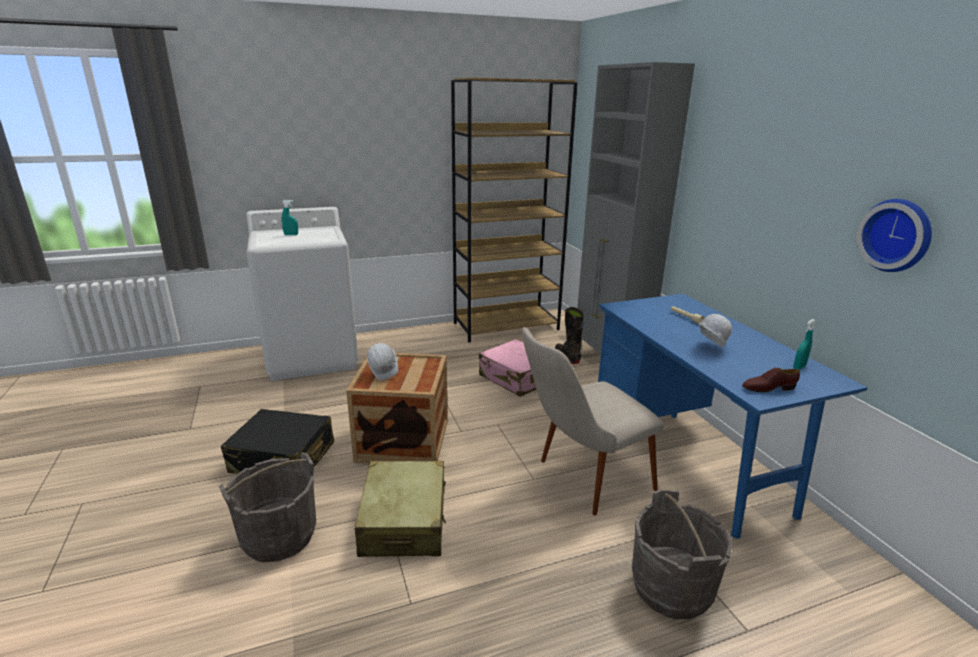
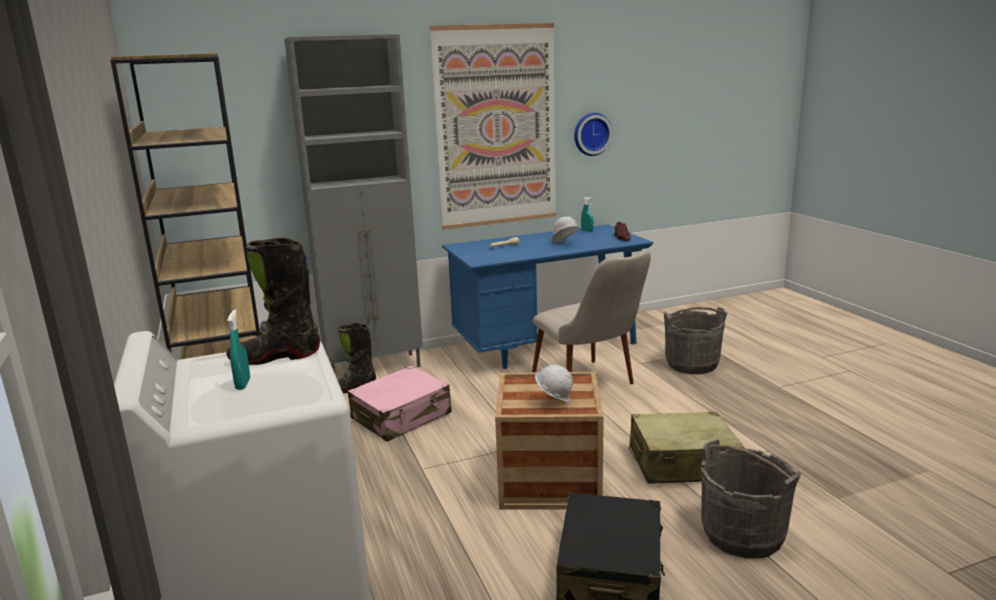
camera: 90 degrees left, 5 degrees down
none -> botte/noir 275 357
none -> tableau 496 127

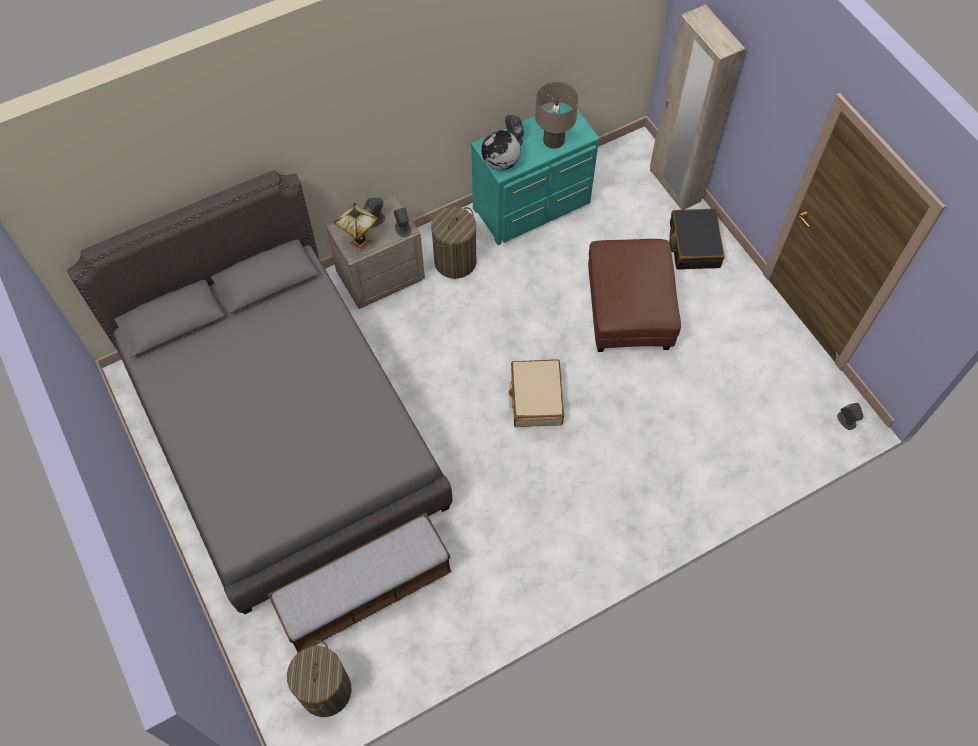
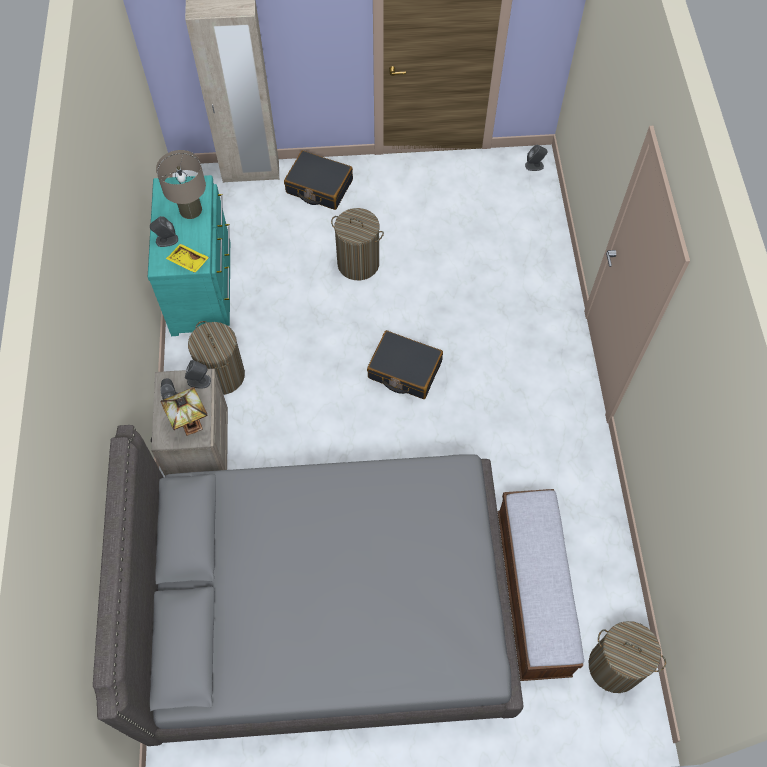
camera: 65 degrees left, 0 degrees up
globe 500 163 -> plateau/jaune 188 262
valise/beige 535 398 -> valise/noir 404 370
pouf/marron 628 313 -> panier à linge 358 263

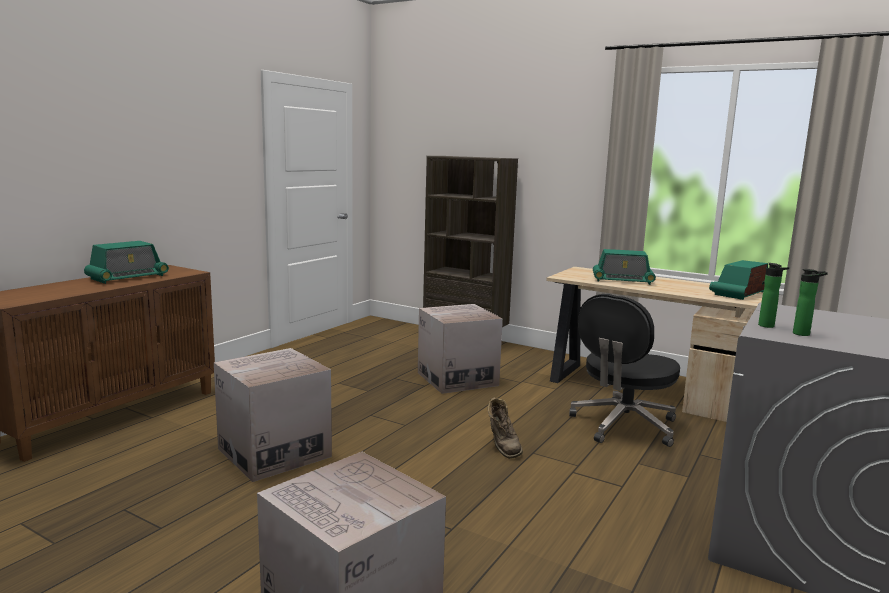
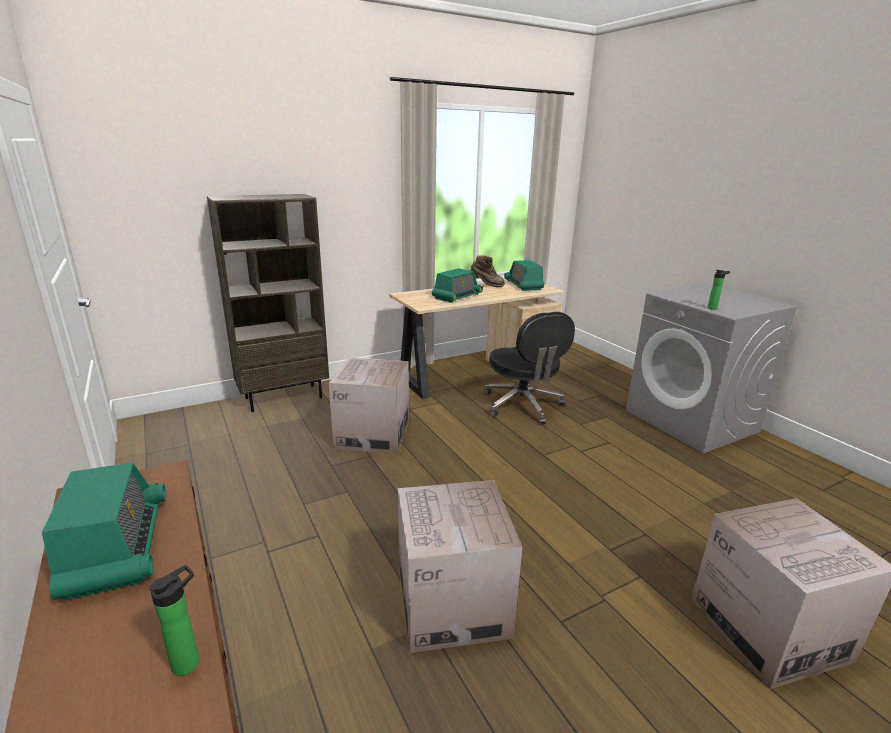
camera: 60 degrees left, 10 degrees up
botte/marron 502 447 -> botte/marron 486 285, move
bouteille 804 334 -> bouteille 190 661, move

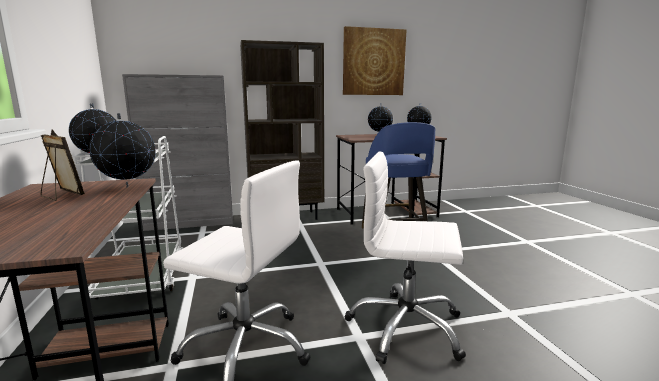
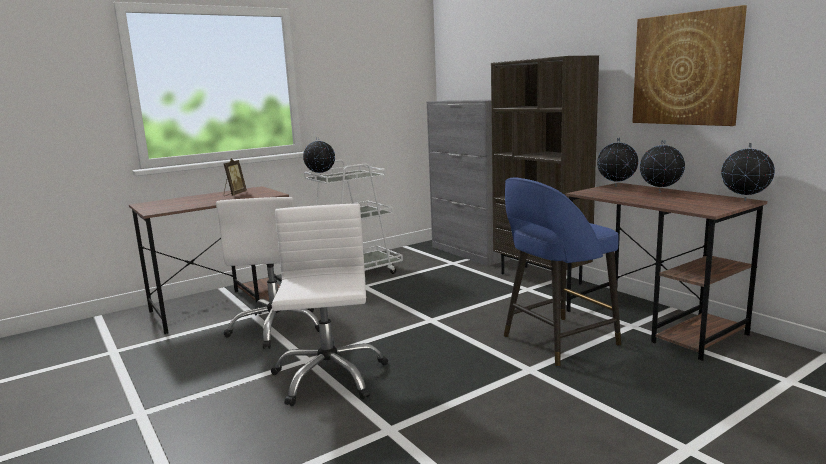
camera: 70 degrees right, 0 degrees up
globe 128 187 -> globe 616 186, move

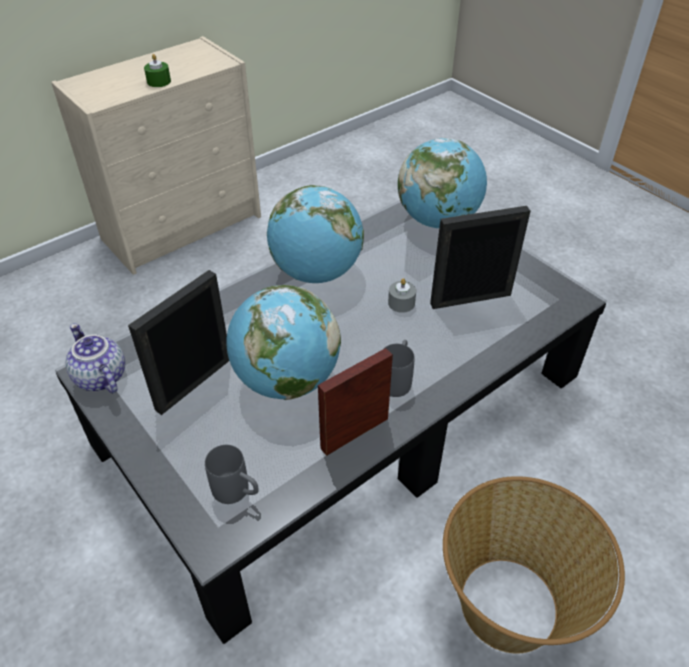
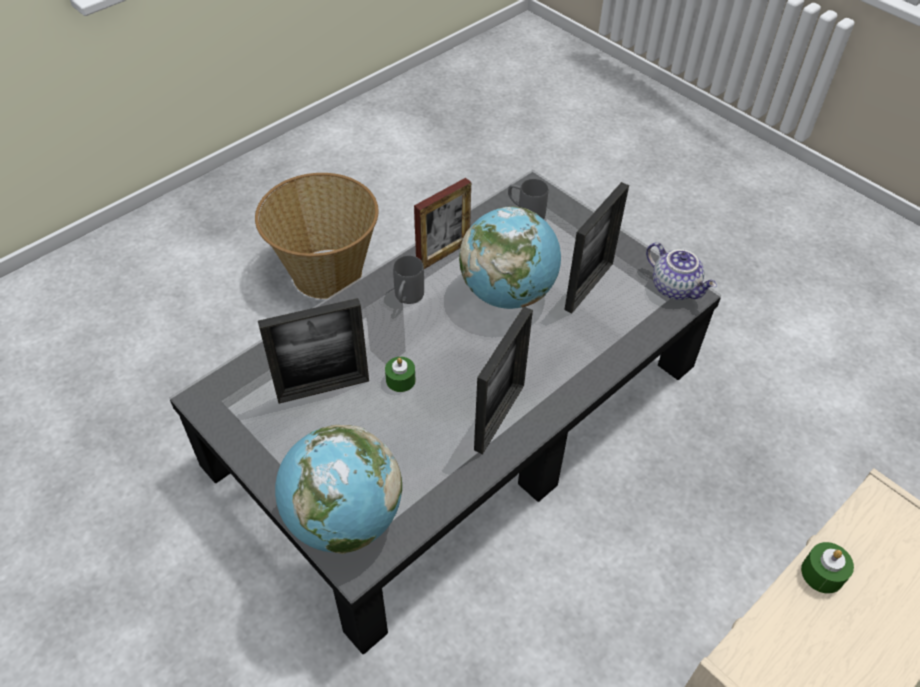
camera: 175 degrees right, 5 degrees up
globe 316 273 -> cadre photo 499 417
bougie/gris 401 303 -> bougie/vert 400 380

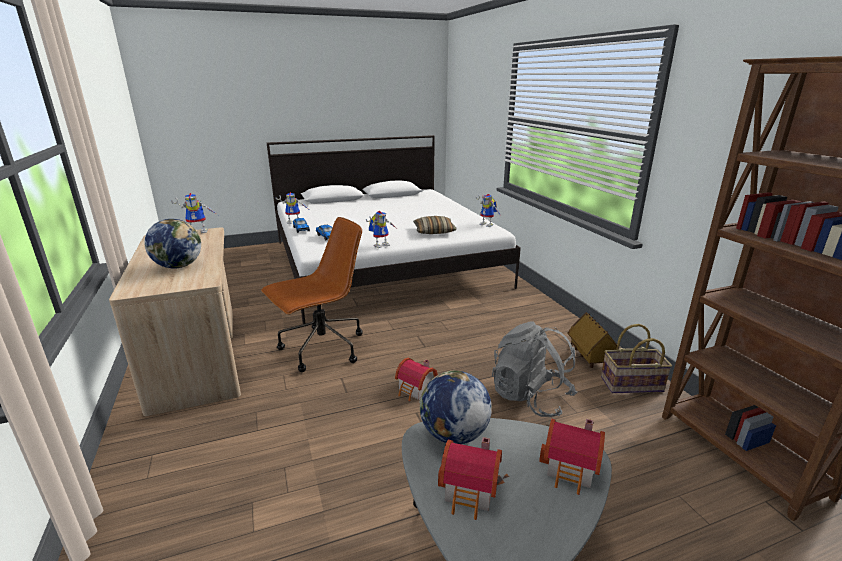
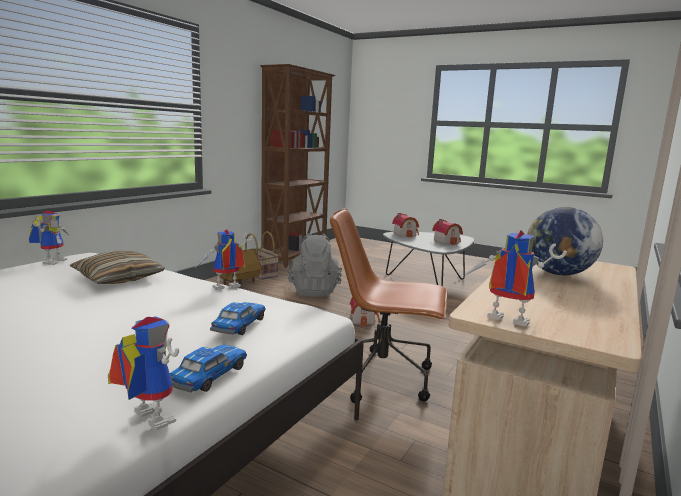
camera: 130 degrees left, 10 degrees down
robot jouet 381 245 -> robot jouet 225 288, 45 degrees counterclockwise
globe 453 434 -> none

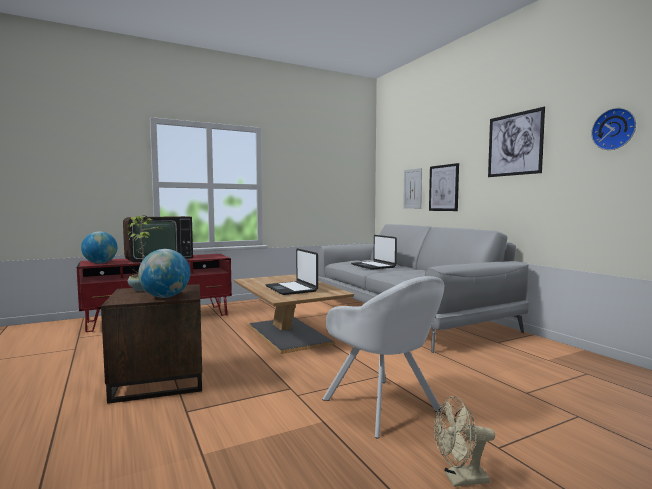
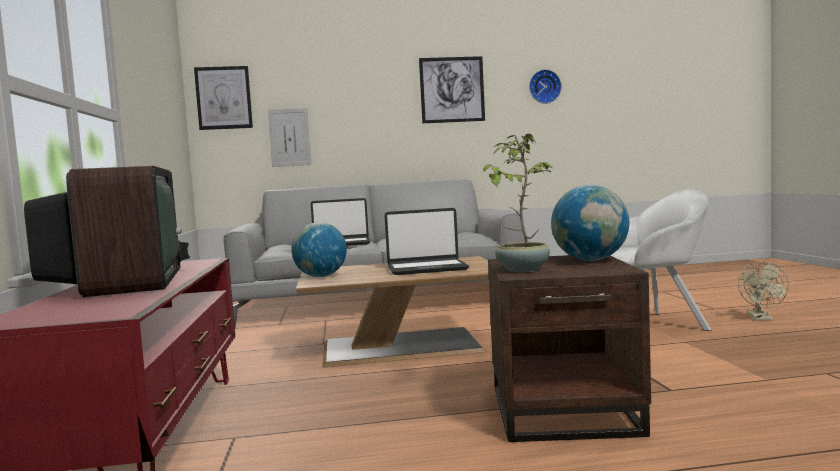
camera: 70 degrees left, 0 degrees up
globe 100 263 -> globe 321 276, move
tableau 444 188 -> tableau 223 98, move

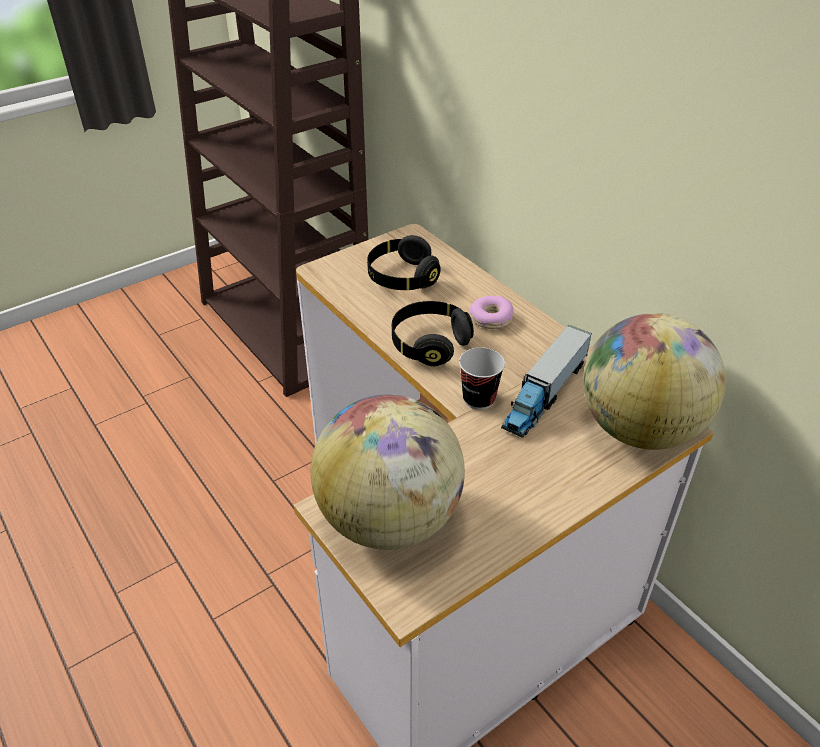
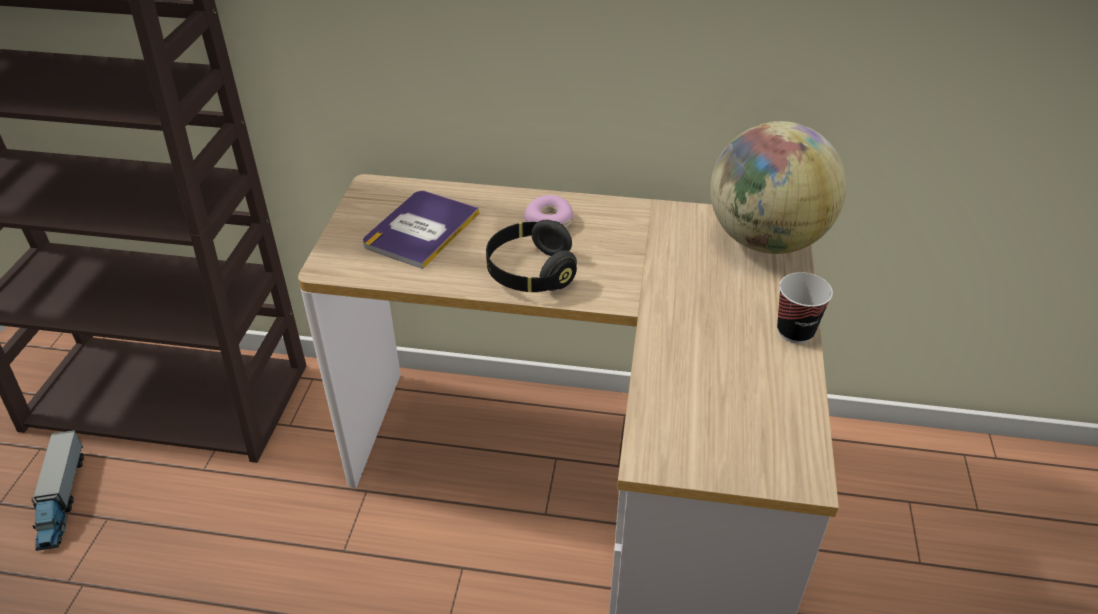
camera: 45 degrees left, 0 degrees up
globe 389 519 -> none
casque audio/noir 402 278 -> livre 421 229
tasse 479 399 -> tasse 795 331, move
camion jouet 545 394 -> camion jouet 62 499, move

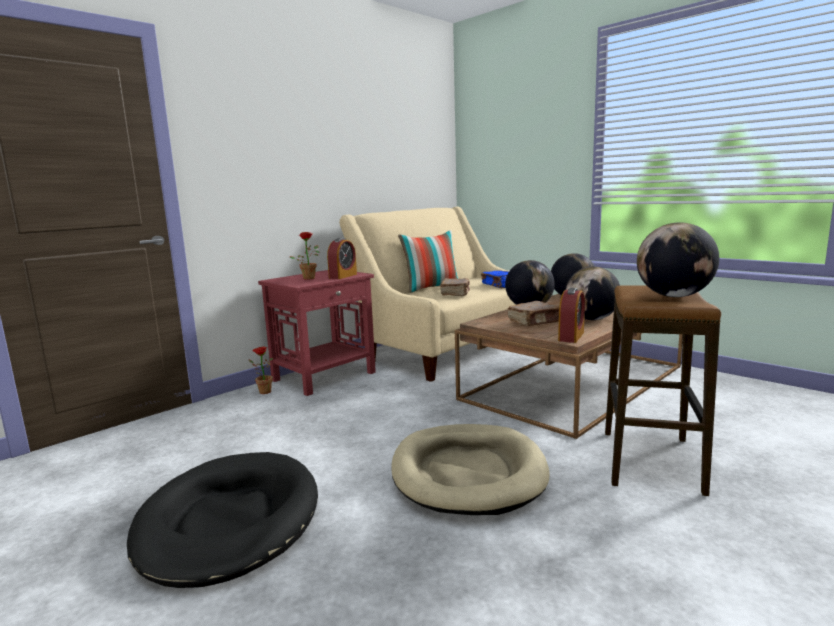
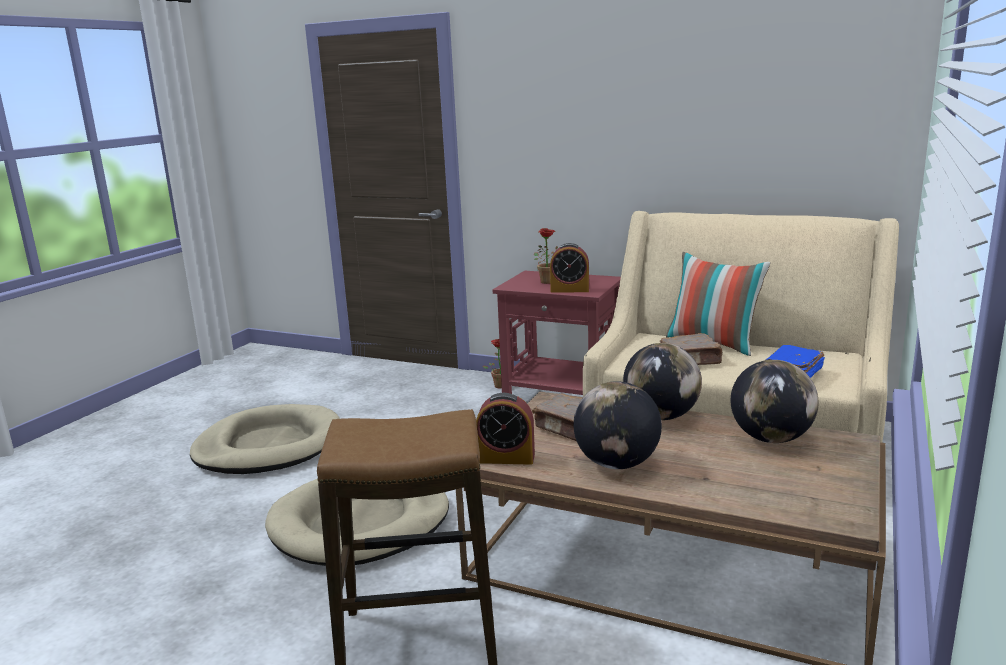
camera: 70 degrees right, 5 degrees up
panier pour chien/noir 229 521 -> panier pour chien/beige 269 446
globe 673 296 -> none

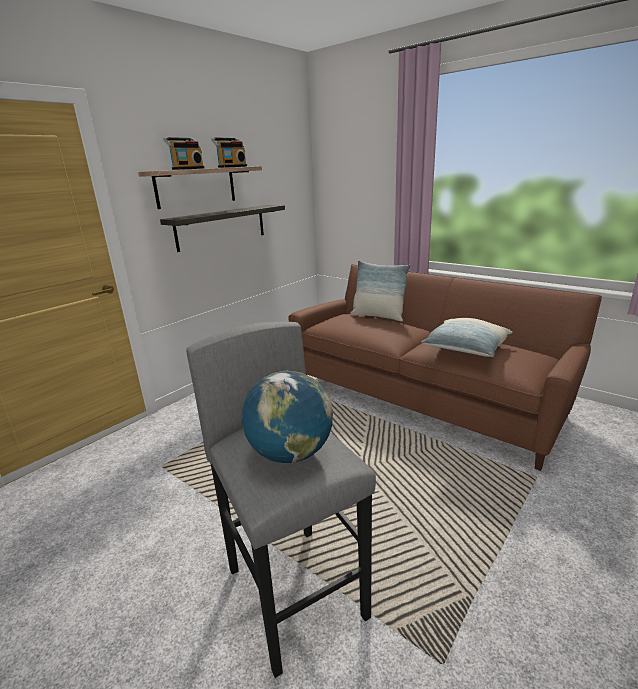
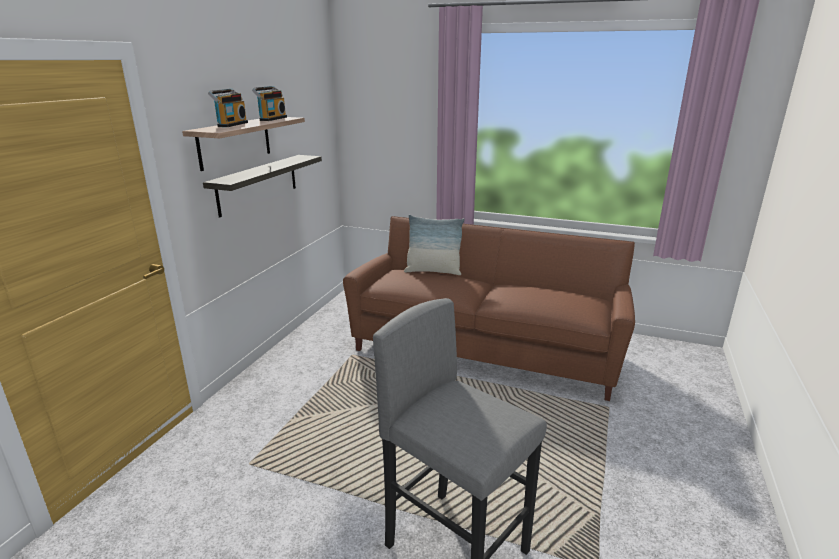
camera: 20 degrees left, 0 degrees up
globe 290 453 -> none
coussin 466 349 -> none

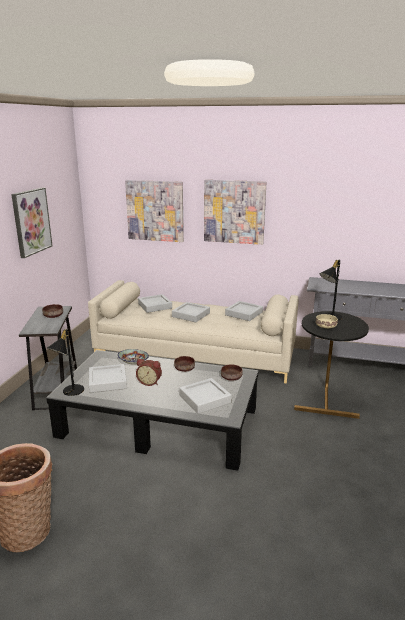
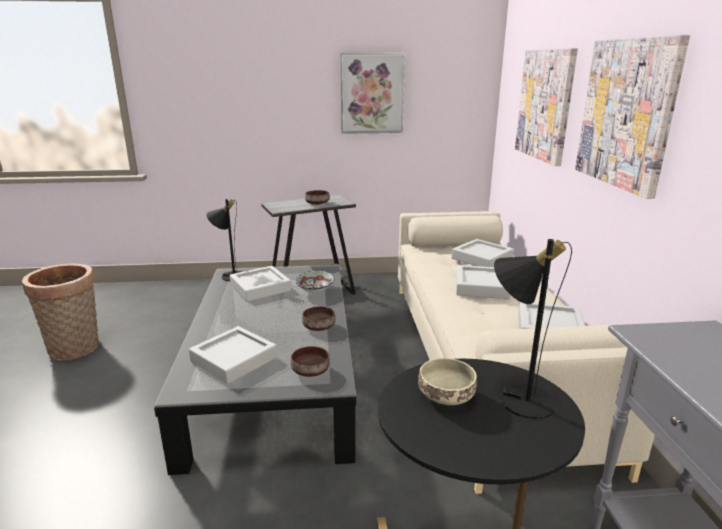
camera: 70 degrees right, 0 degrees up
réveil 149 382 -> none

